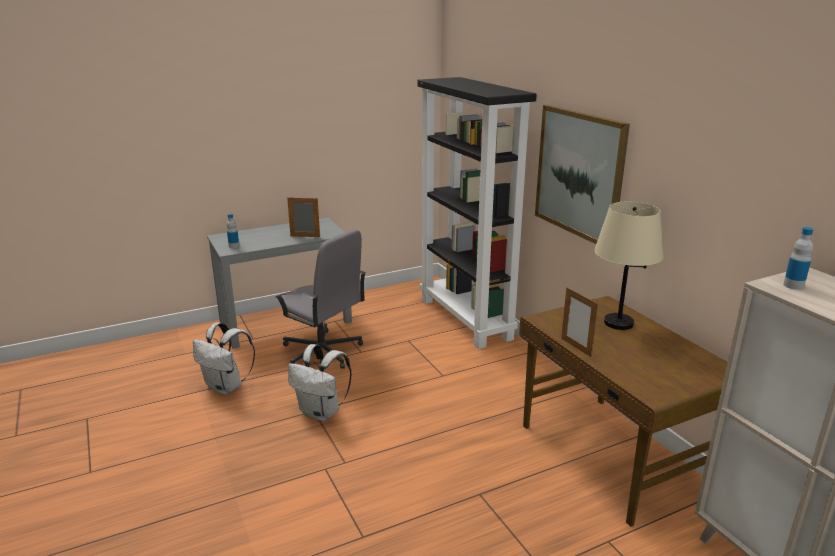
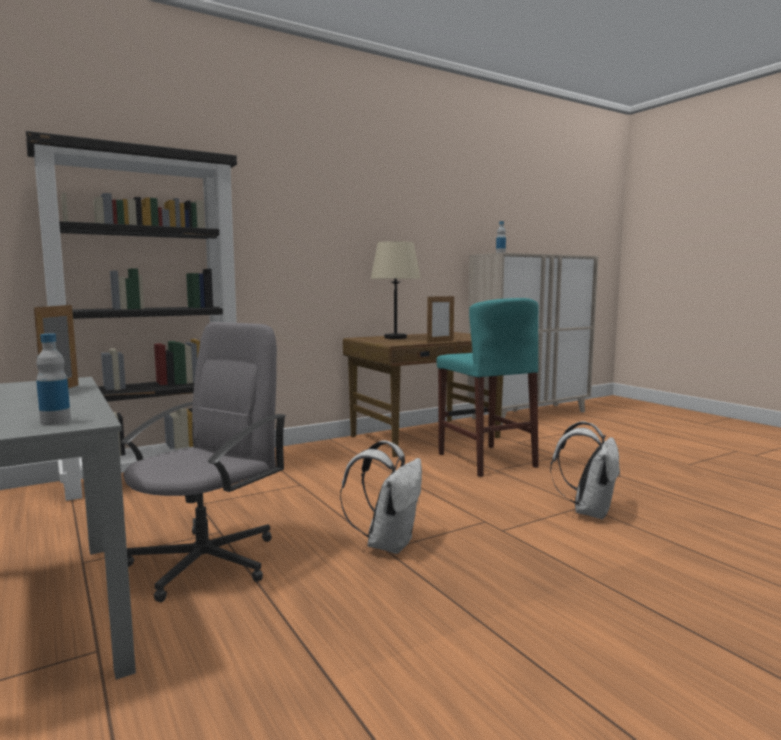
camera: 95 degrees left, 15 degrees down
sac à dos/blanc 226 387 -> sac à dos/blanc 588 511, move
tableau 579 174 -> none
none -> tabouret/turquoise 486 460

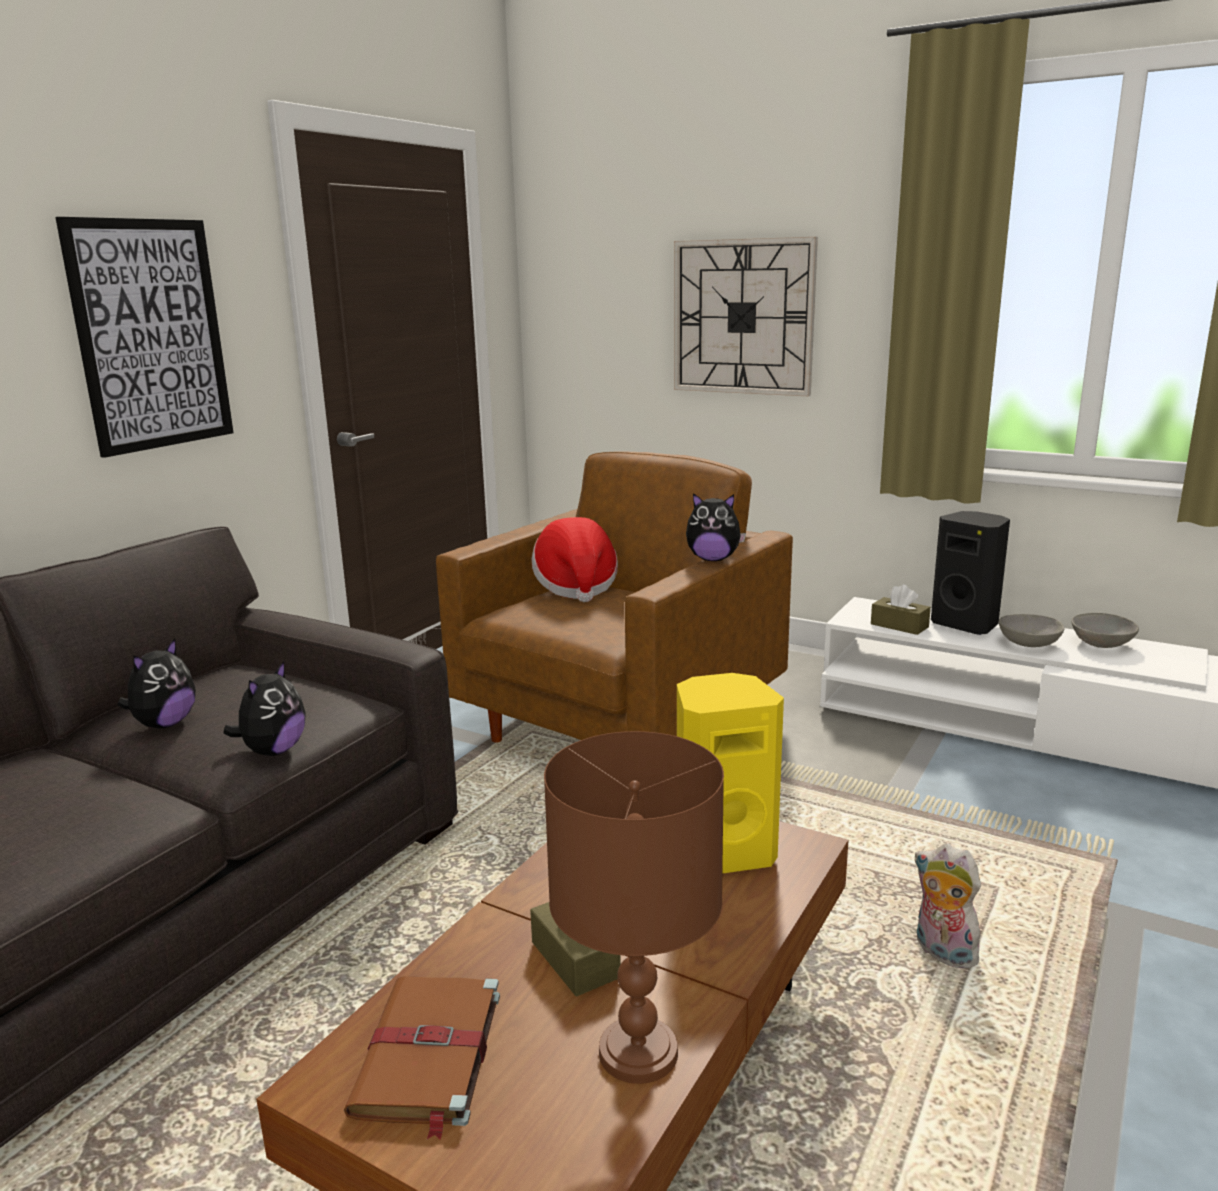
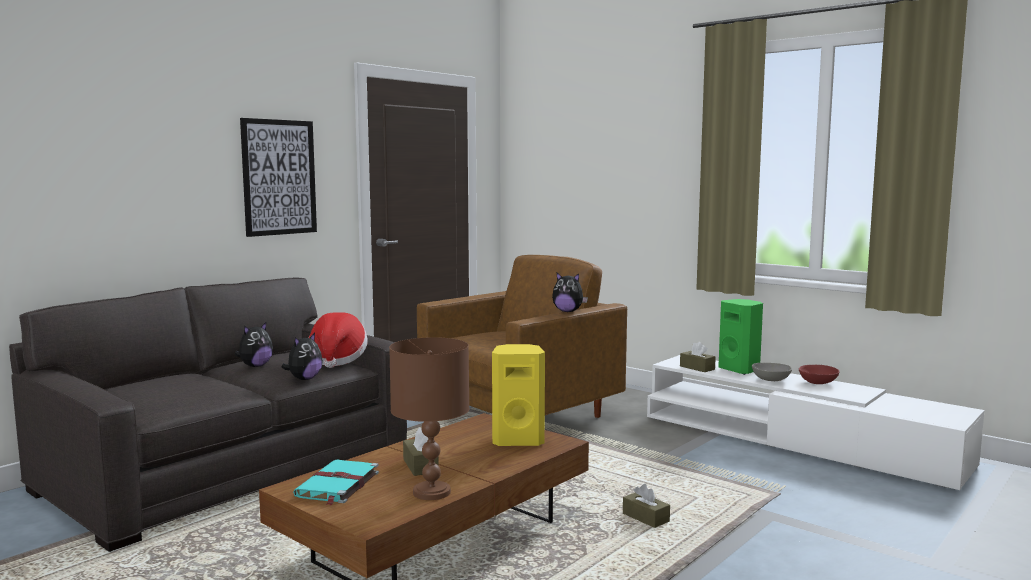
camera: 10 degrees right, 10 degrees down
livre/marron 428 1055 -> livre/turquoise 337 485
chapeau 576 587 -> chapeau 337 360, move
horloge murale 743 317 -> none
peluche 941 953 -> boîte à mouchoirs/marron 645 518
enceinte/noir 966 624 -> enceinte/vert 740 370
bol/gris 1102 644 -> bol/rouge 818 383

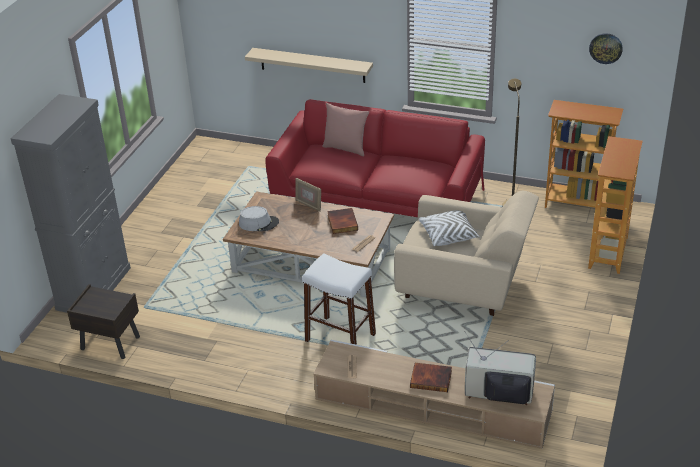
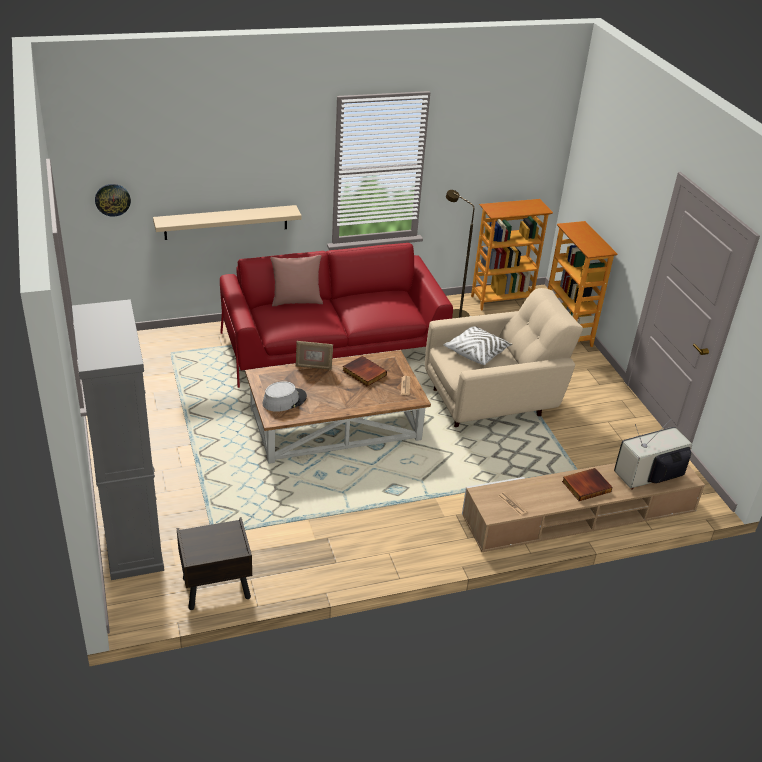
camera: 40 degrees left, 0 degrees up
tabouret/blanc 340 337 -> none
horloge murale 606 48 -> horloge murale 112 199, move

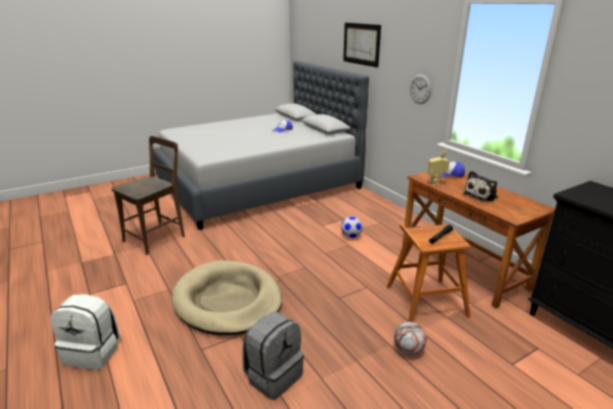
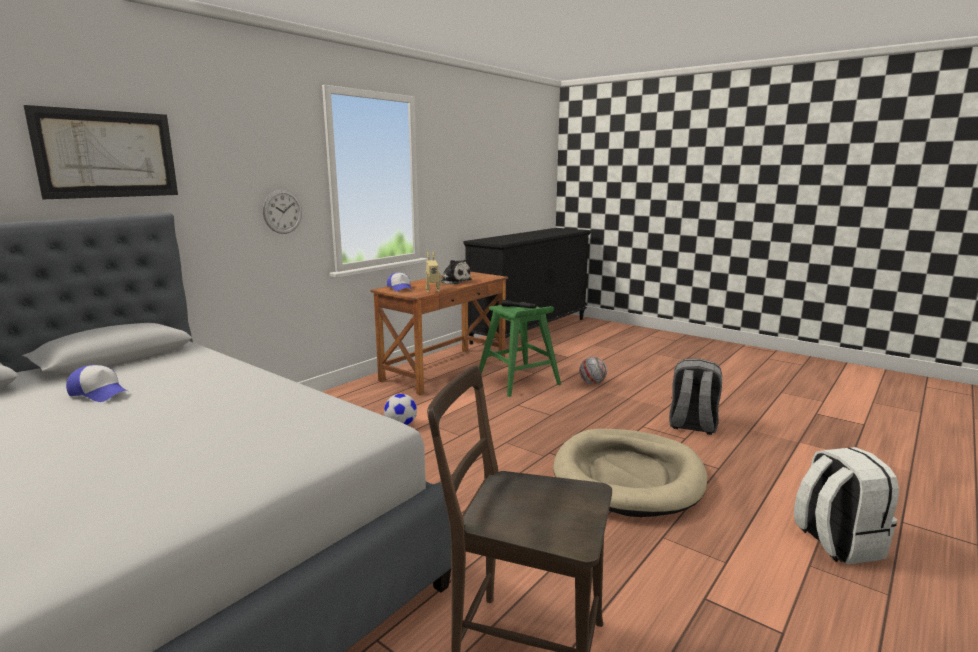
camera: 110 degrees left, 10 degrees down
tabouret/marron 425 301 -> tabouret/vert 518 381

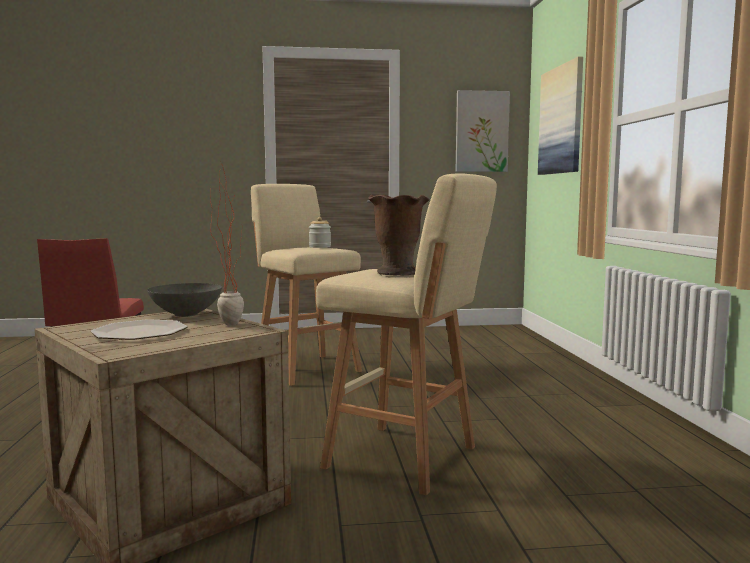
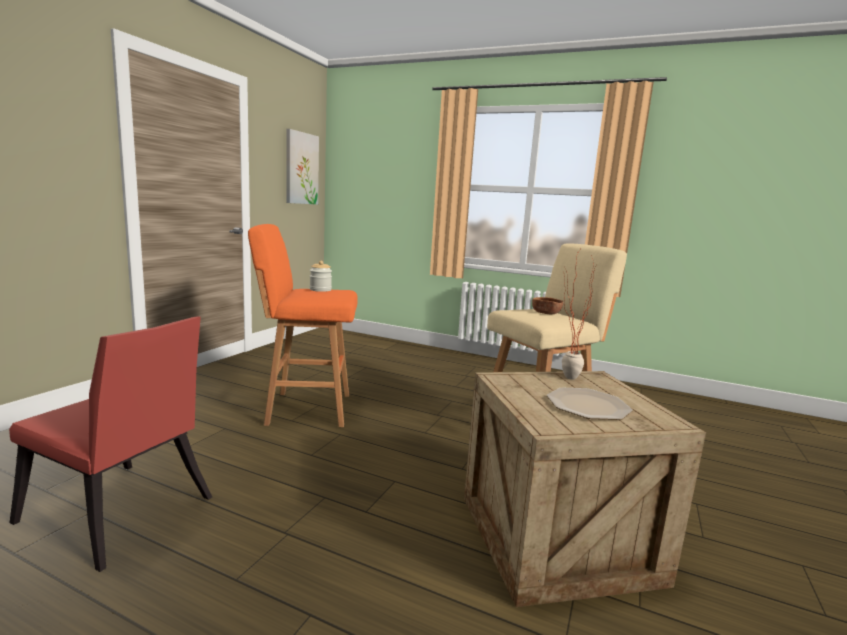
camera: 60 degrees left, 5 degrees up
bol/gris 187 314 -> none
tabouret/beige 306 368 -> tabouret/orange 306 409
vase/marron 398 273 -> bol/marron 546 313
tableau 561 120 -> none

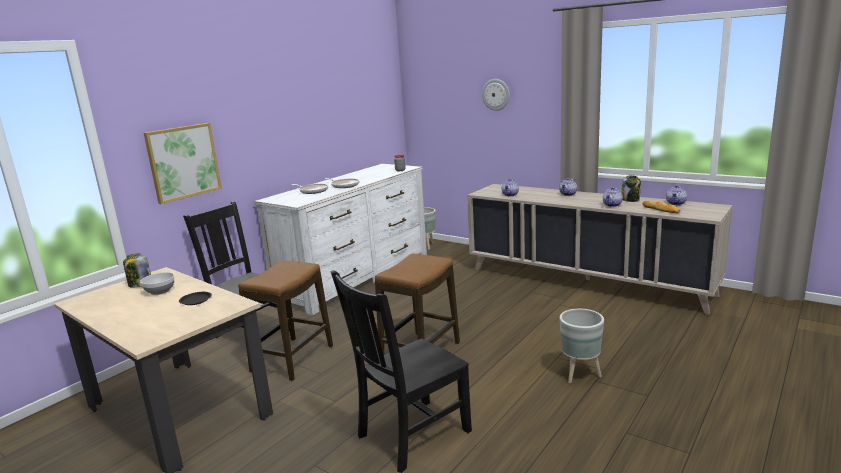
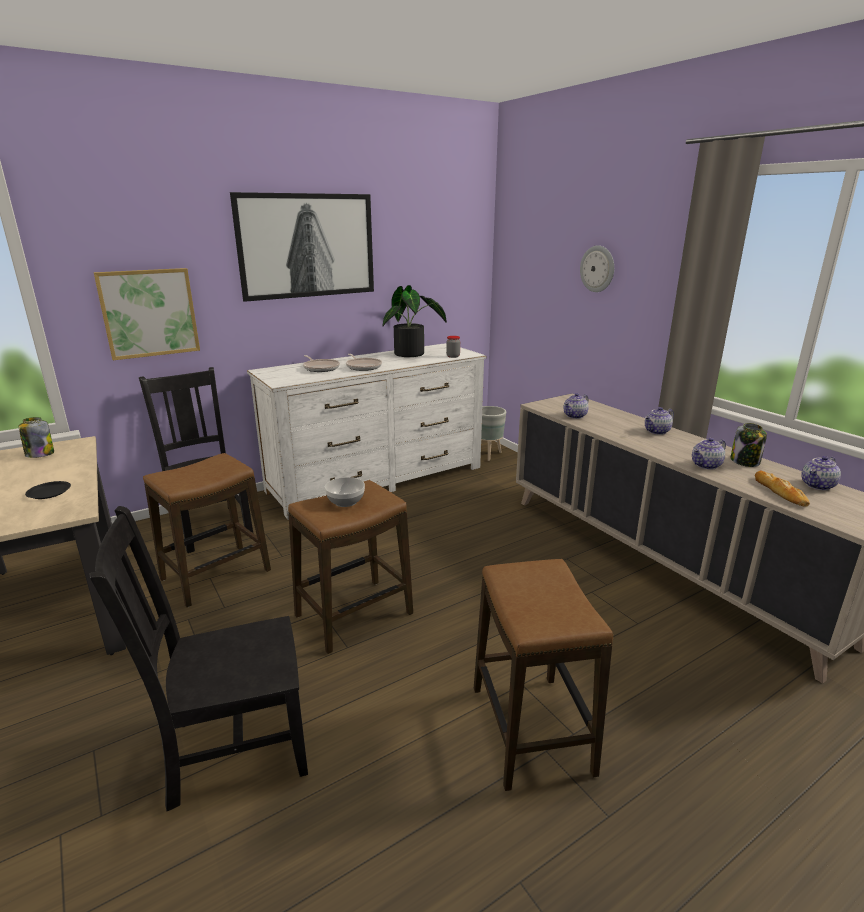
camera: 20 degrees right, 5 degrees up
bol 160 291 -> bol 345 502, move
cache-pot/gris 579 374 -> tabouret 530 729
none -> tableau 307 246
none -> plante en pot 413 354

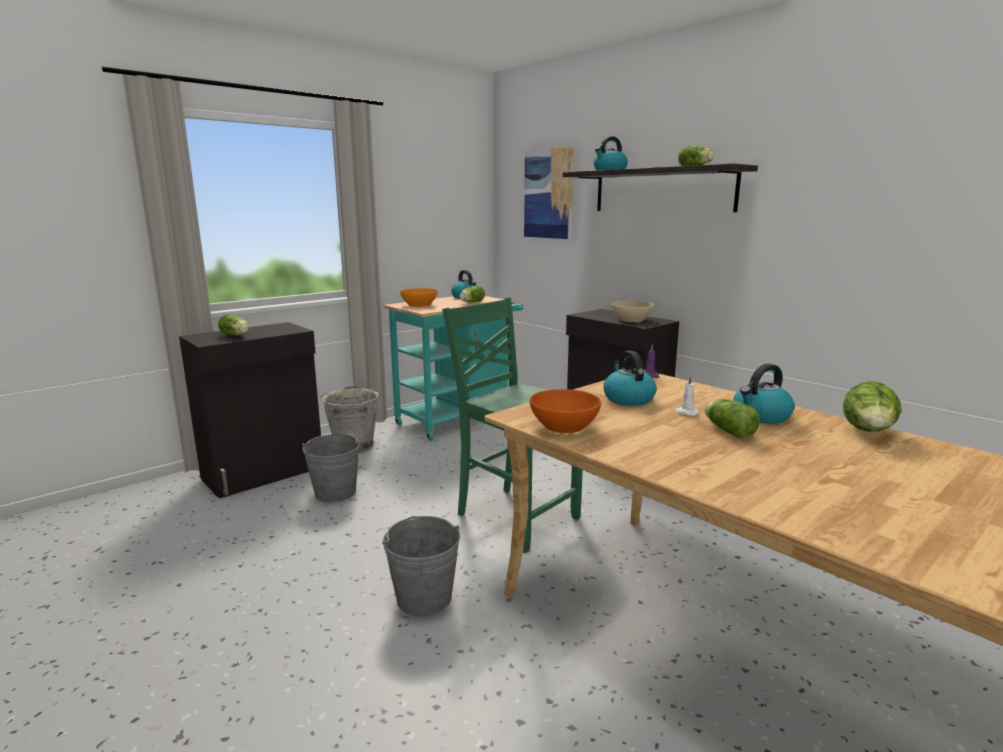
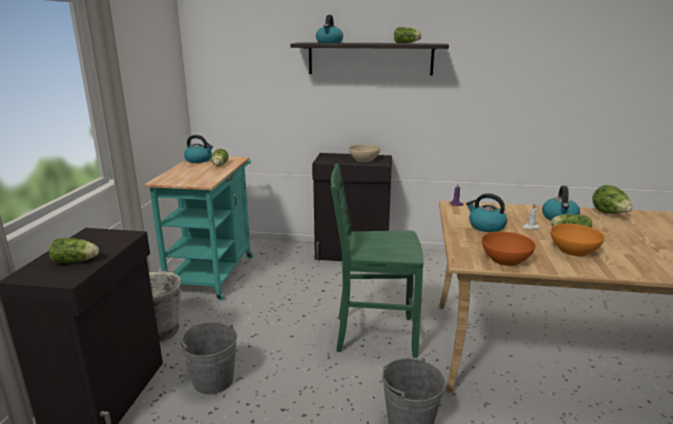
camera: 40 degrees left, 5 degrees up
bol/orange 419 305 -> bol/orange 574 250, move
tableau 548 194 -> none

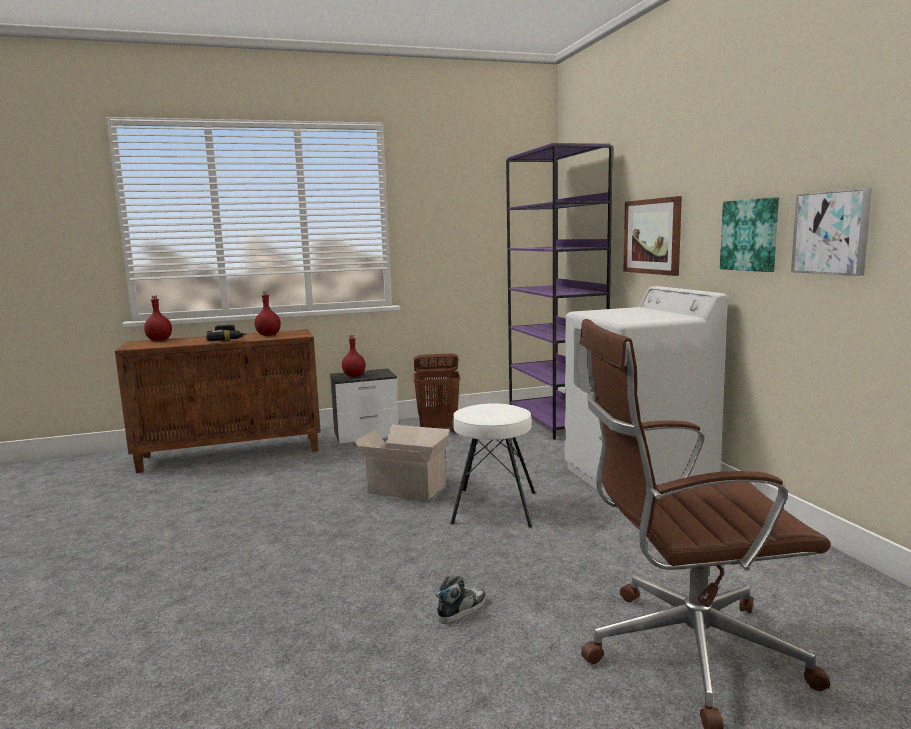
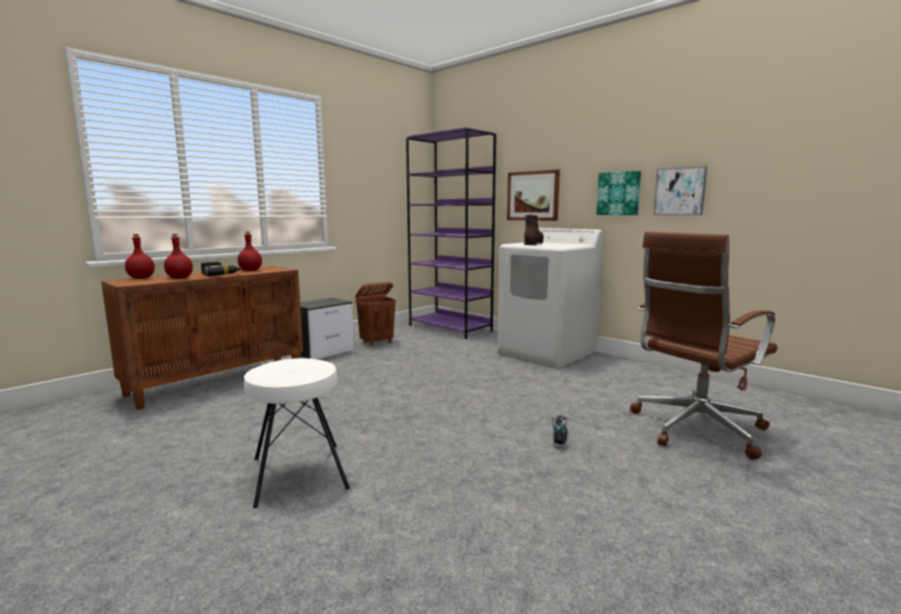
camera: 30 degrees left, 0 degrees up
bouteille/rouge 354 376 -> bouteille/rouge 179 278, move
carton 405 488 -> none
tabouret/blanc 493 507 -> tabouret/blanc 298 473, move
none -> botte/marron 533 244

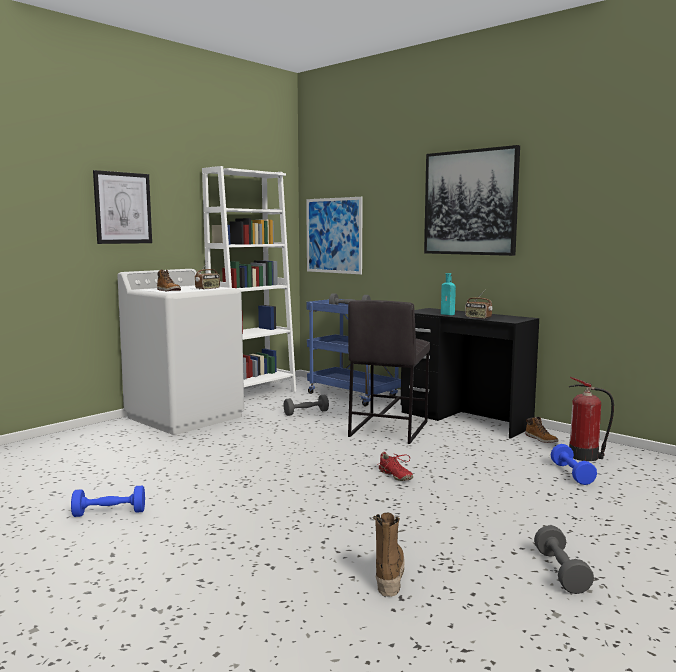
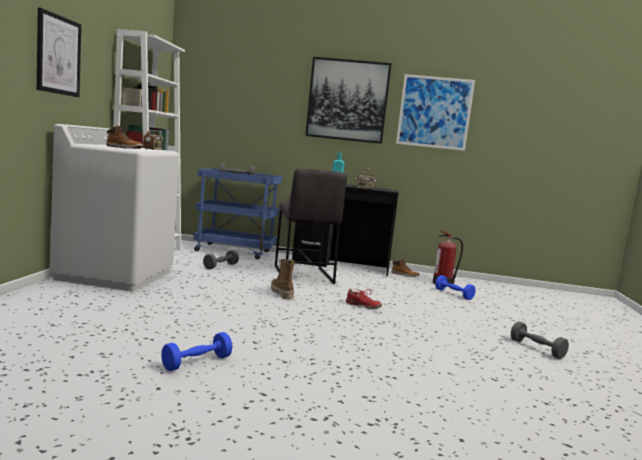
camera: 35 degrees left, 0 degrees up
tableau 334 235 -> tableau 434 112, move
botte 388 576 -> botte 281 293, move

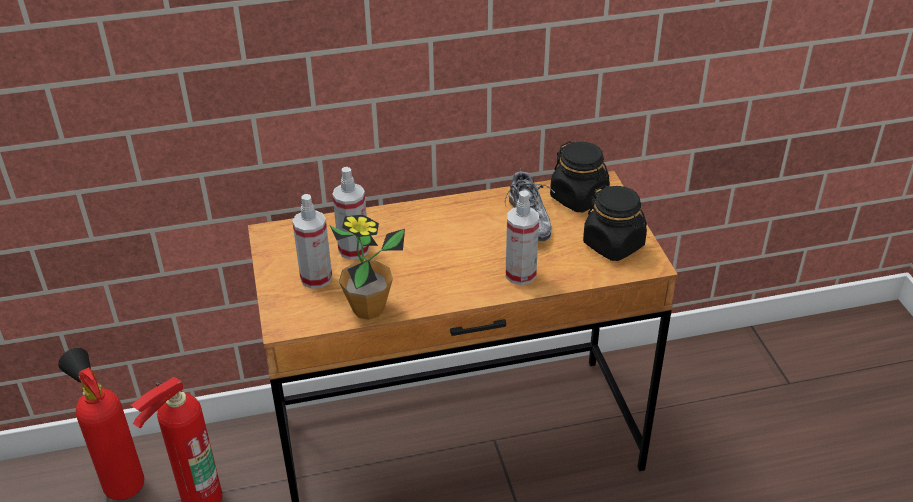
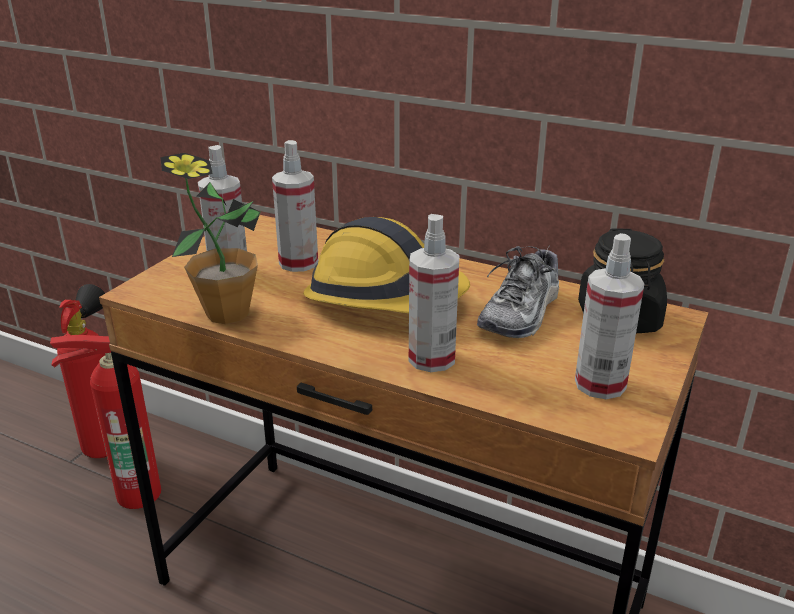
camera: 40 degrees right, 10 degrees down
bocal/noir 614 245 -> vaporisateur 600 384
none -> casque de chantier 384 298

